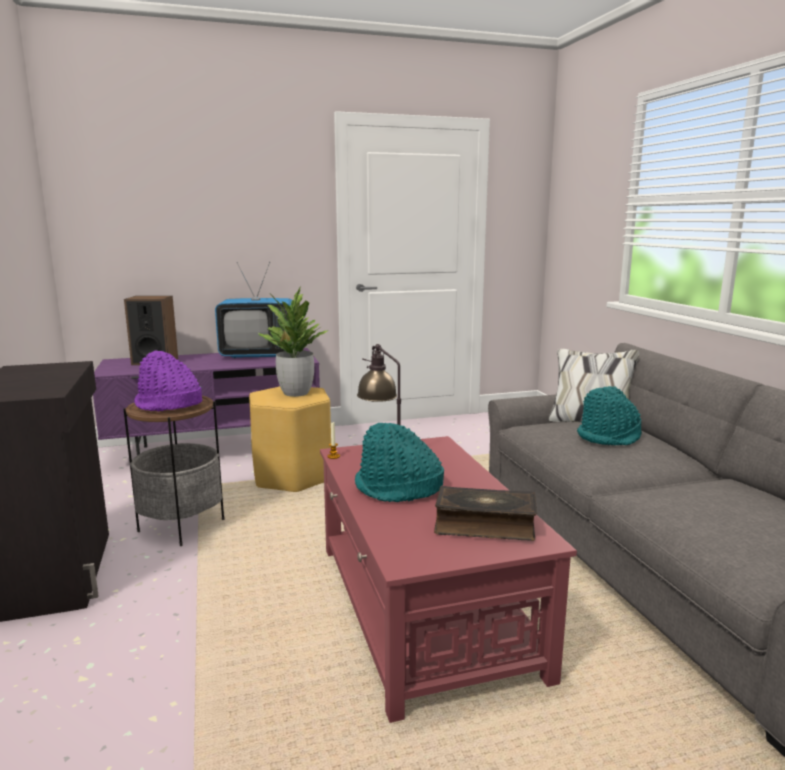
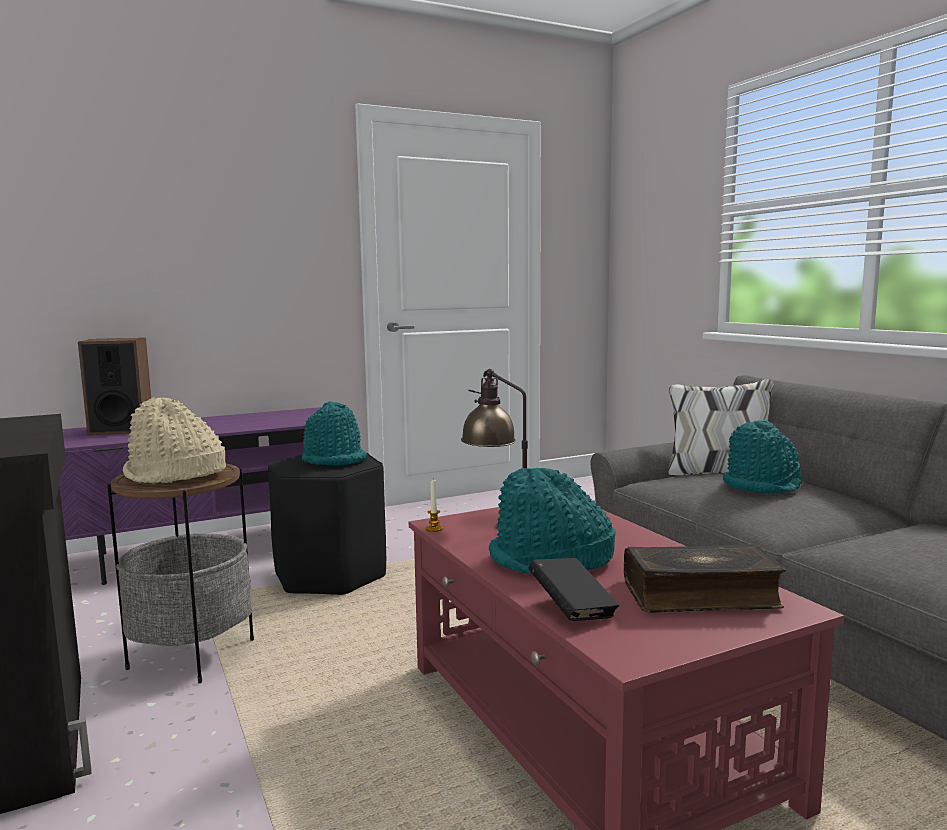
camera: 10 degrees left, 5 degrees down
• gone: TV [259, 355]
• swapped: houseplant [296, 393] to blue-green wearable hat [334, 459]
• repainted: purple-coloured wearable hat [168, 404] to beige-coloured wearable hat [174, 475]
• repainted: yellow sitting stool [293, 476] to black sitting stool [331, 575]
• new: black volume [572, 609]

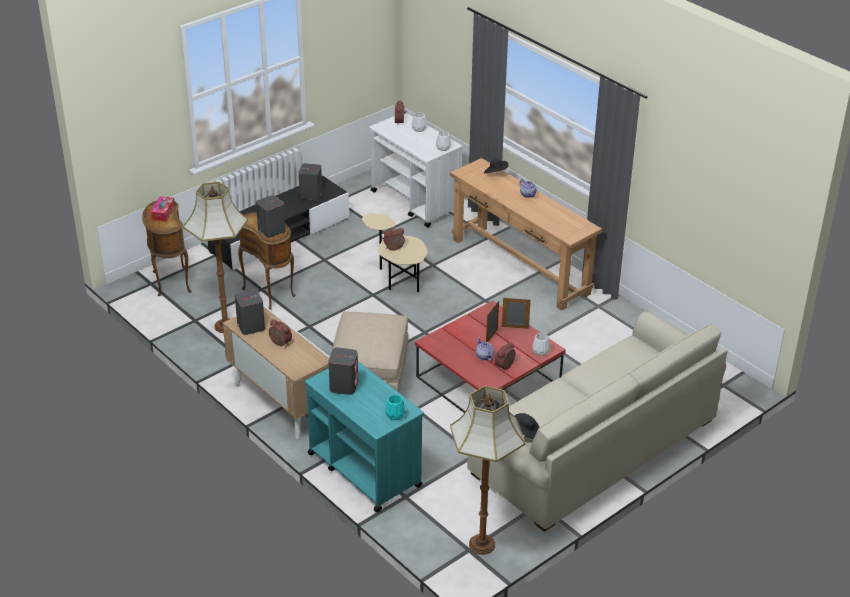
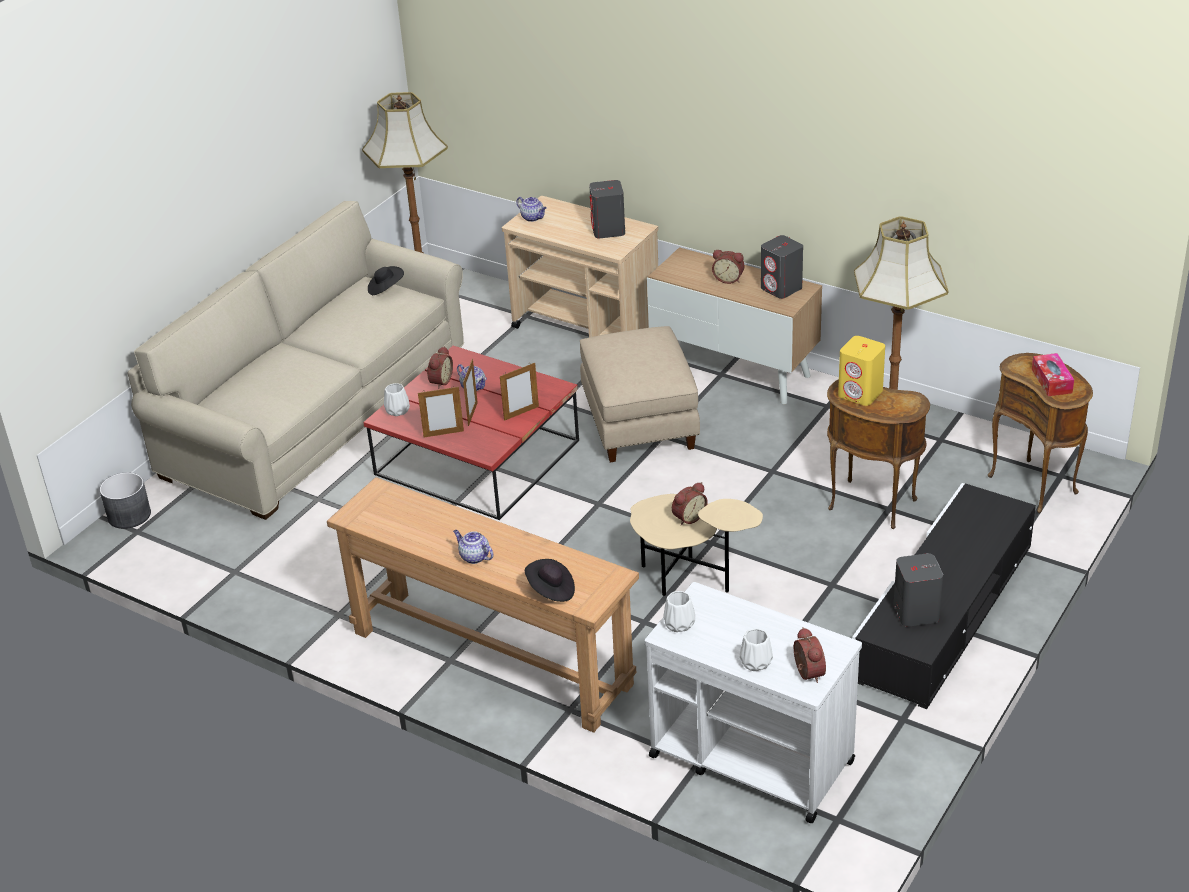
camera: 165 degrees right, 0 degrees up
• repainted: greyish audio speaker [271, 230] to yellow audio speaker [861, 393]
• repainted: blue-green wheeled cart [364, 469] to beige-coloured wheeled cart [587, 329]
• swapped: blue-green vase [394, 415] to tea pot [533, 217]
• new: photo frame [521, 413]
• new: greyish planter [129, 515]

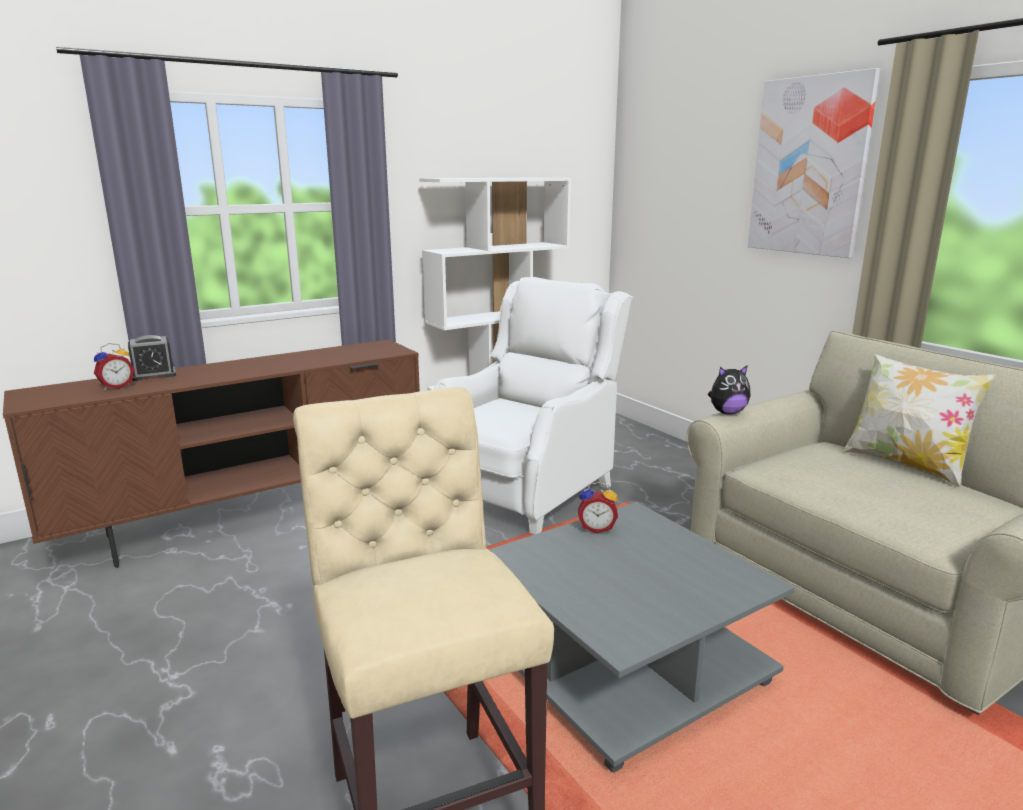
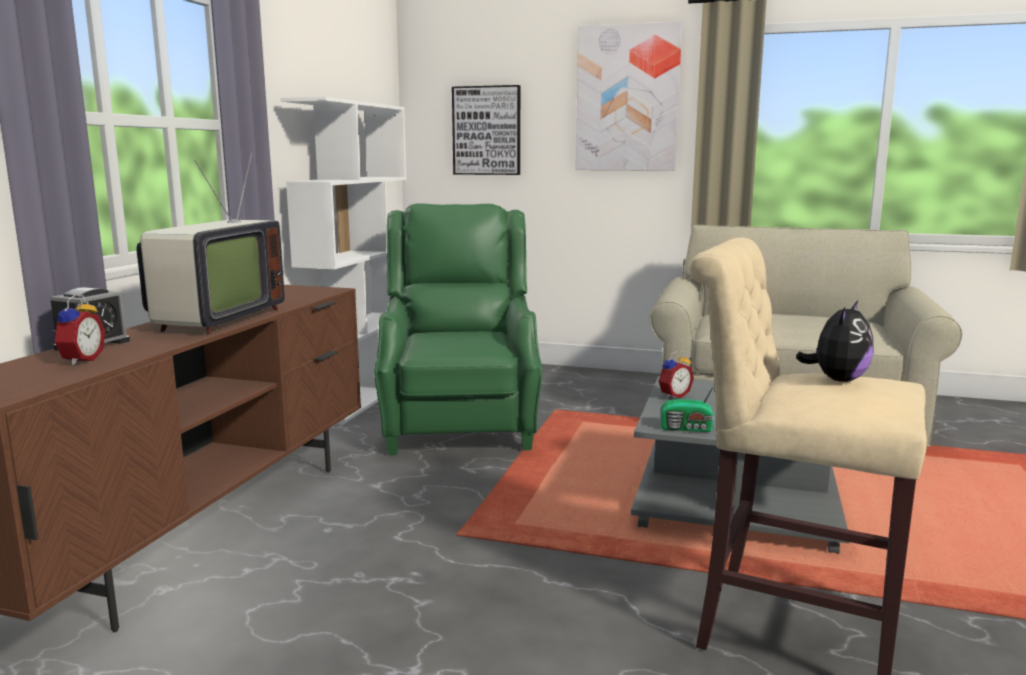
camera: 40 degrees left, 5 degrees down
• repainted: whitish easy chair [525, 490] to green-coloured easy chair [459, 425]
• gone: throw pillow [905, 464]
• shifted: soft toy [727, 413] to [837, 380]
• new: wall art [487, 130]
• new: TV [215, 320]
• new: radio [687, 428]

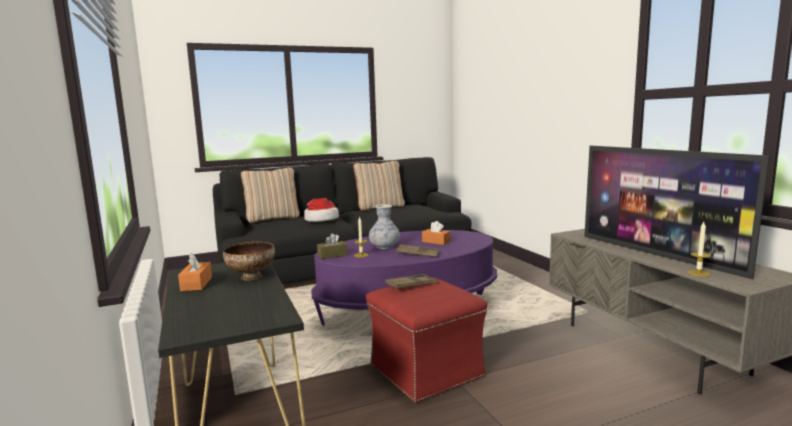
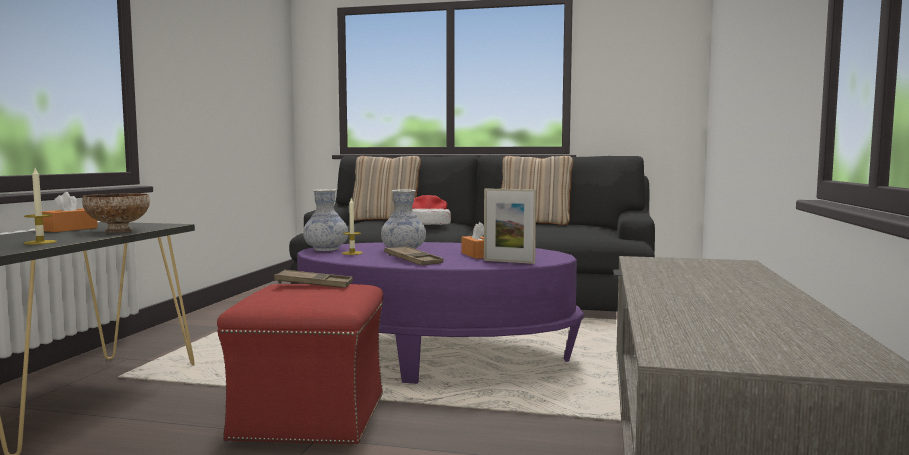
camera: 35 degrees right, 5 degrees down
• gone: TV [658, 255]
• shifted: wax candle [698, 273] to [40, 242]
• swapped: brown-coloured tissue holder [332, 255] to vase [326, 249]
• new: photo frame [509, 261]

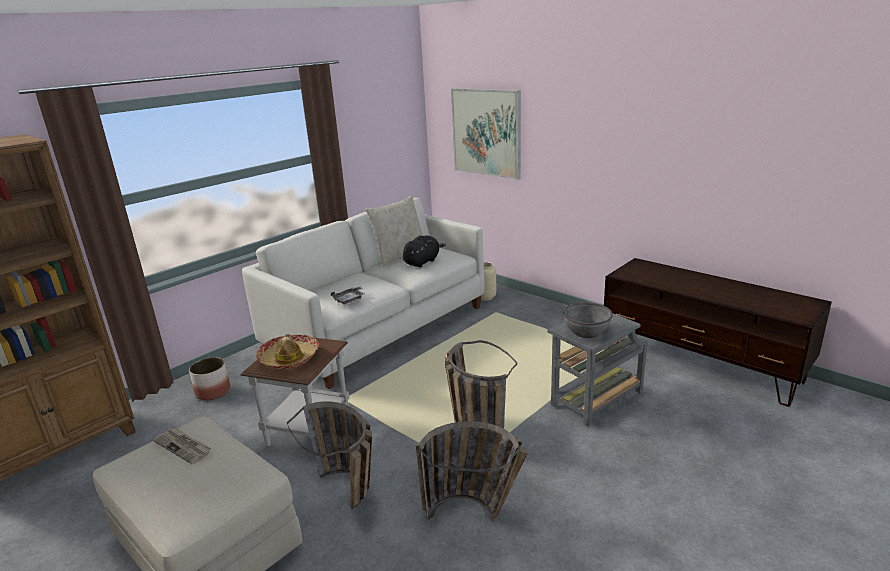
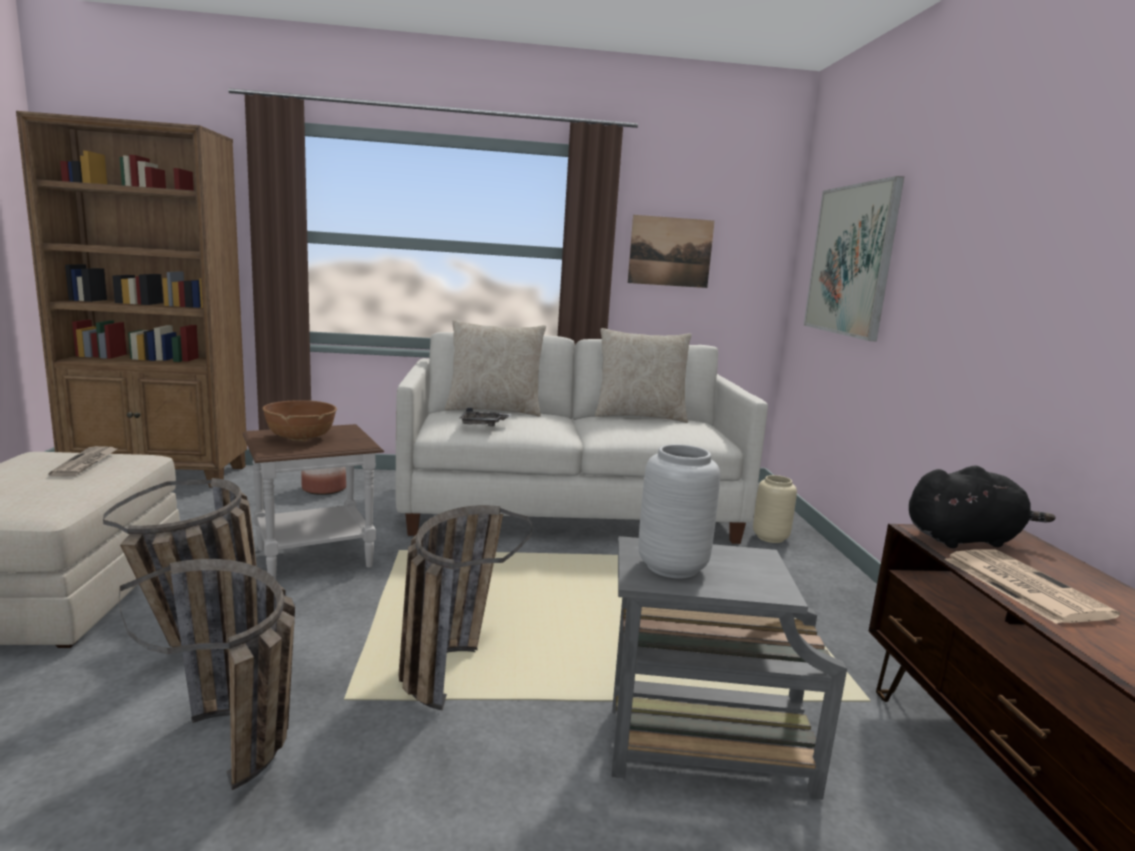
camera: 40 degrees right, 10 degrees down
• shifted: black soft toy [422, 262] to [965, 539]
• swapped: greyish bowl [586, 332] to greyish vase [671, 566]
• swapped: wearable hat [289, 358] to brown-coloured bowl [301, 438]
• new: wall art [670, 251]
• new: beige-coloured throw pillow [494, 410]
• new: daily paper [1021, 586]

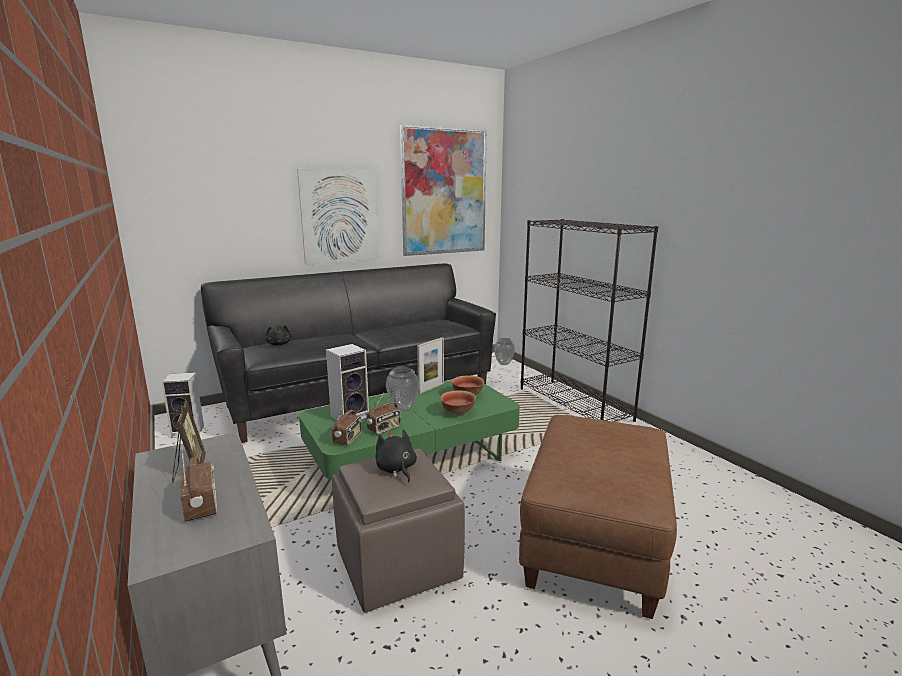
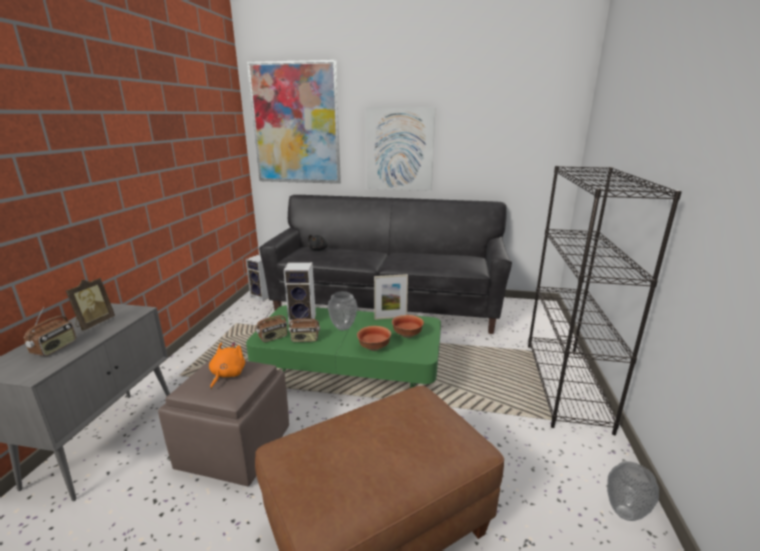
camera: 40 degrees right, 5 degrees up
• shifted: wall art [444, 192] to [296, 124]
• shifted: vase [504, 364] to [625, 513]
• repainted: black soft toy [396, 469] to orange-coloured soft toy [227, 375]

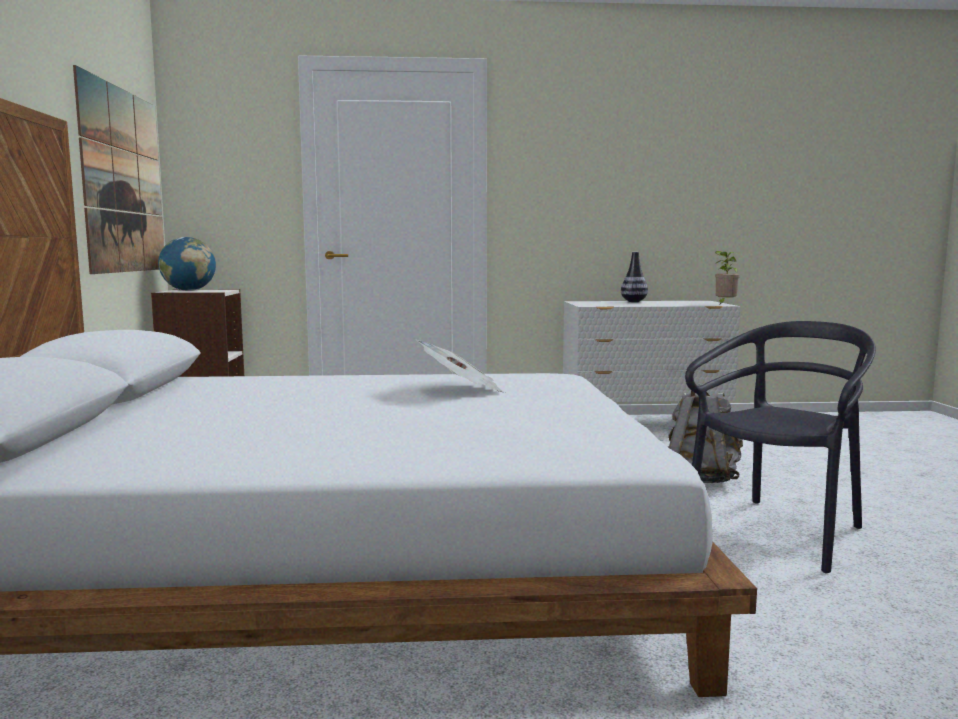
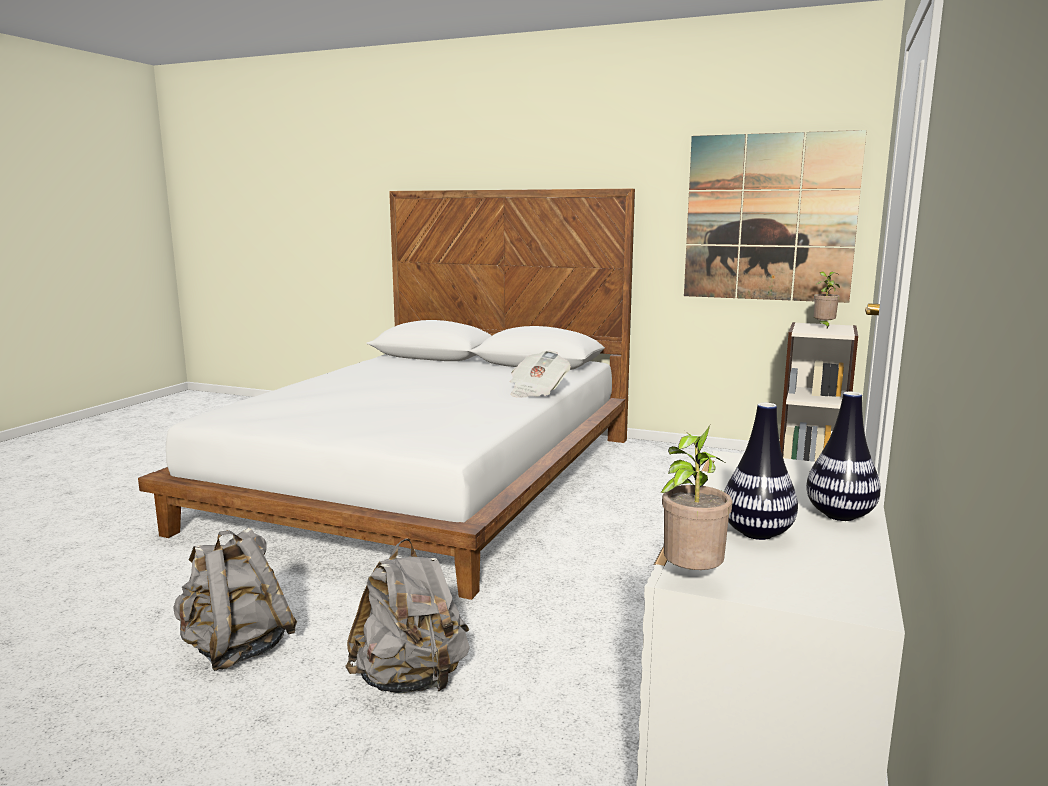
camera: 115 degrees right, 5 degrees up
• swapped: desk globe [189, 290] to houseplant [823, 327]
• swapped: black plain chair [778, 532] to greyish rucksack [237, 649]
• shifted: daily paper [461, 390] to [537, 391]
• new: vase [757, 533]

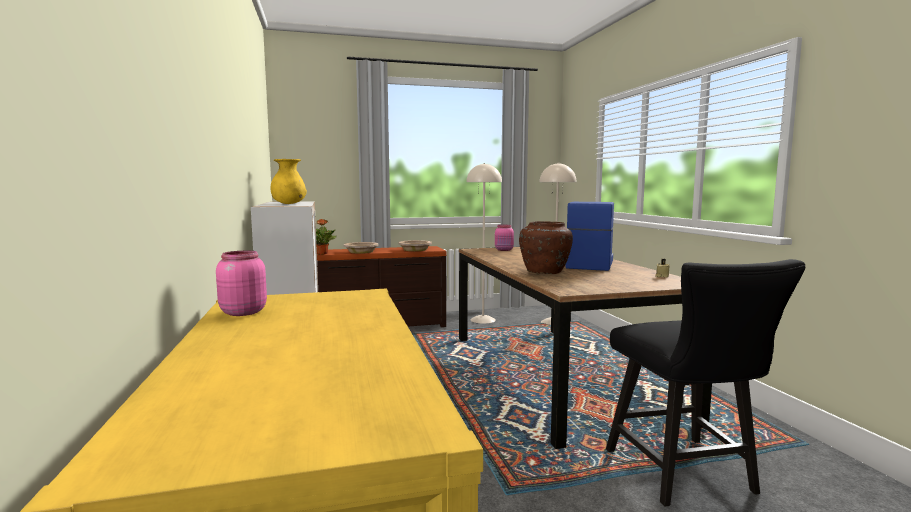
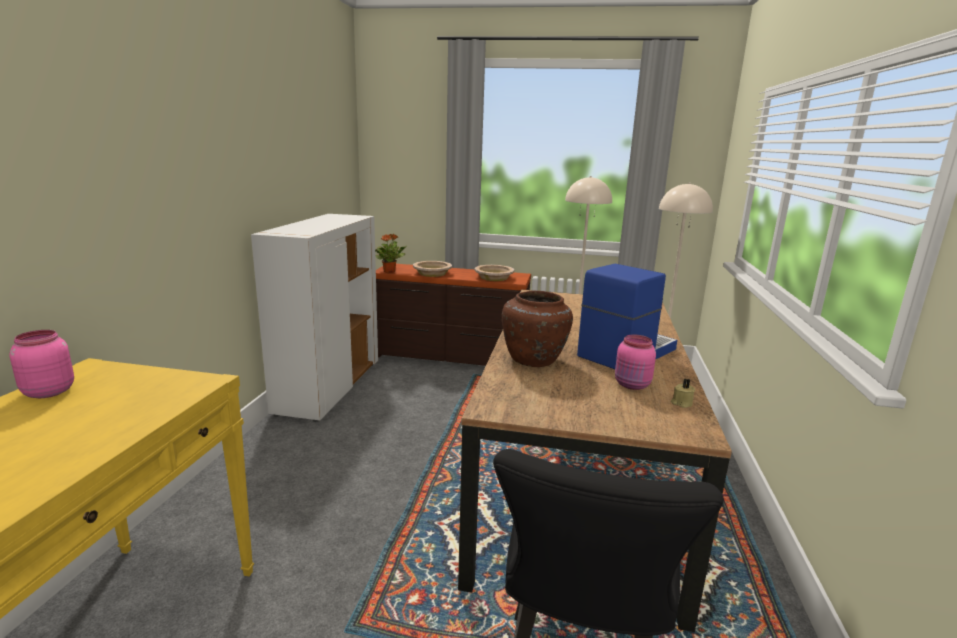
camera: 25 degrees right, 10 degrees up
• gone: yellow vase [289, 204]
• shifted: pink jar [504, 250] to [632, 385]

